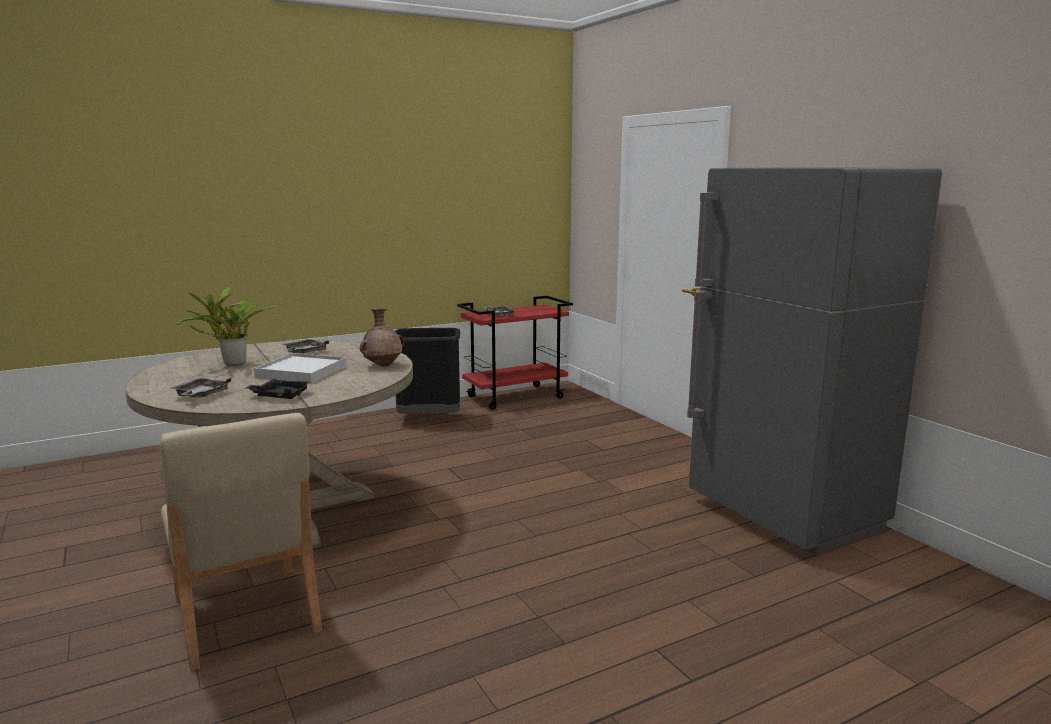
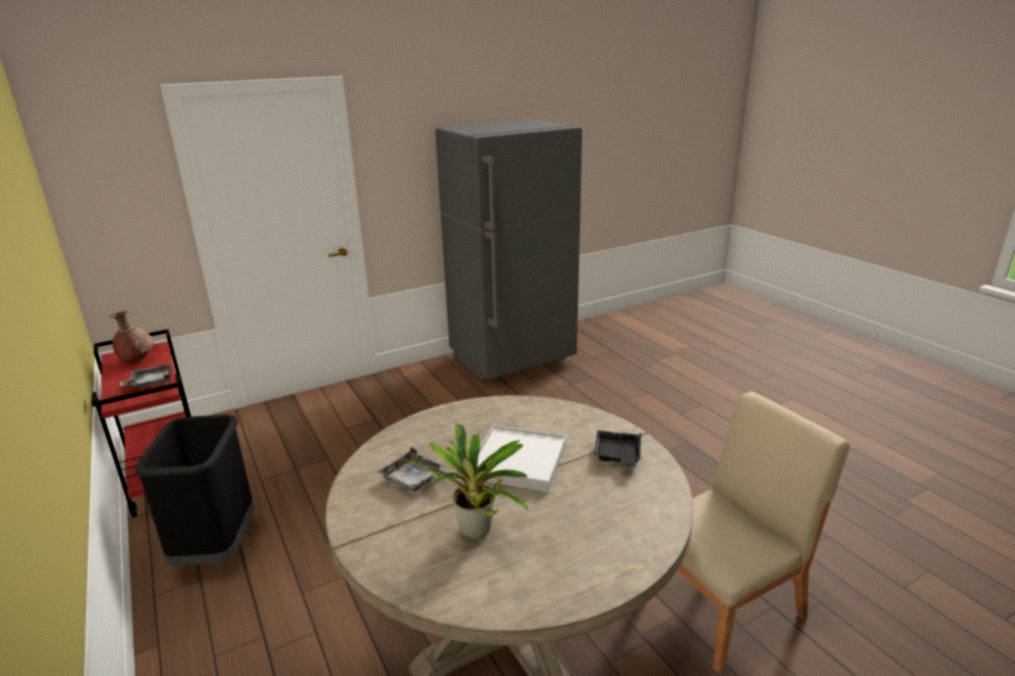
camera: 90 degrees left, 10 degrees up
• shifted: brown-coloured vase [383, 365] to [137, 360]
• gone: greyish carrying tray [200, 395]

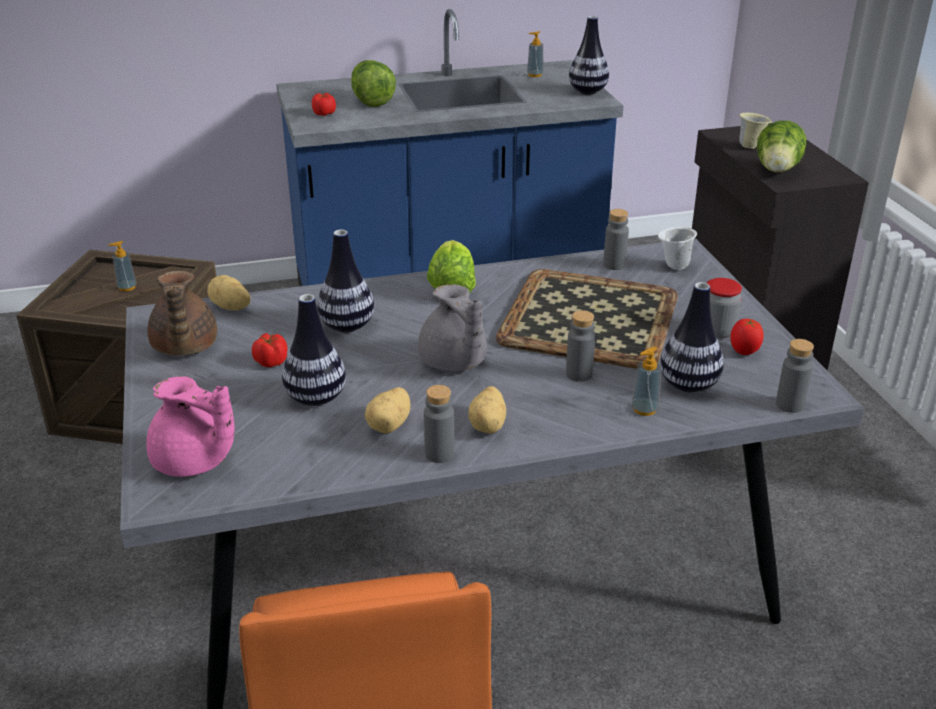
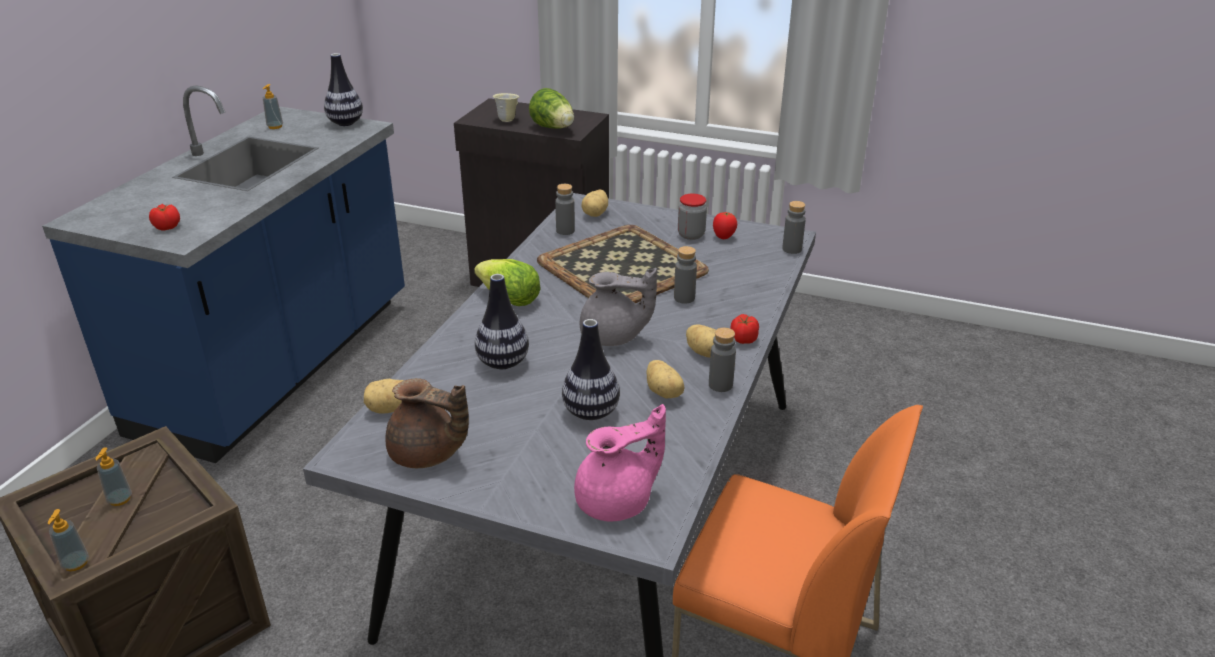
camera: 55 degrees left, 0 degrees up
• gone: head of lettuce [371, 101]
• swapped: whitish tea mug [673, 266] to spud [596, 214]
• gone: vase [688, 385]
• shifted: whole tomato [270, 362] to [743, 340]
• shifted: liquid soap bottle [644, 409] to [76, 563]

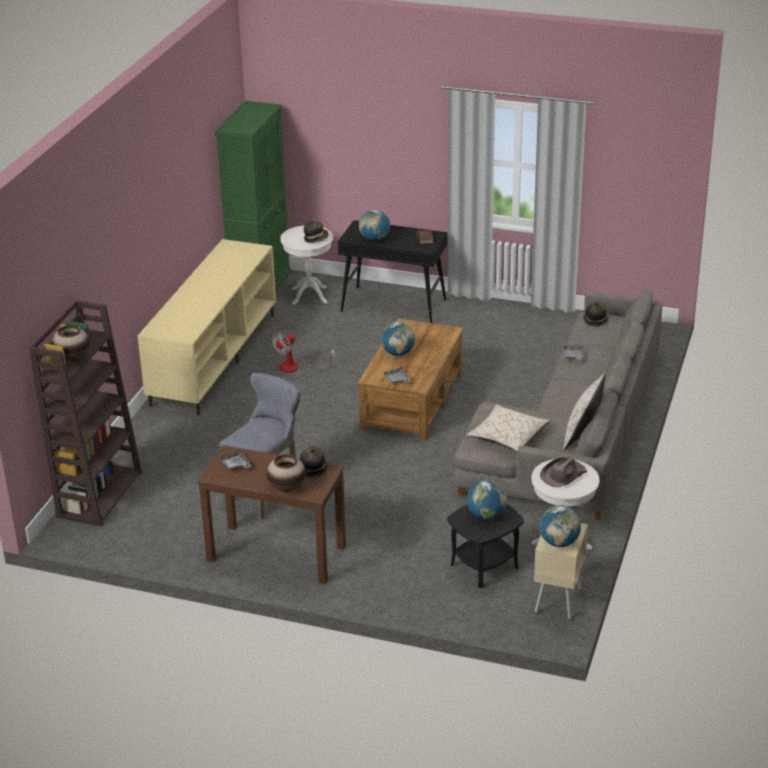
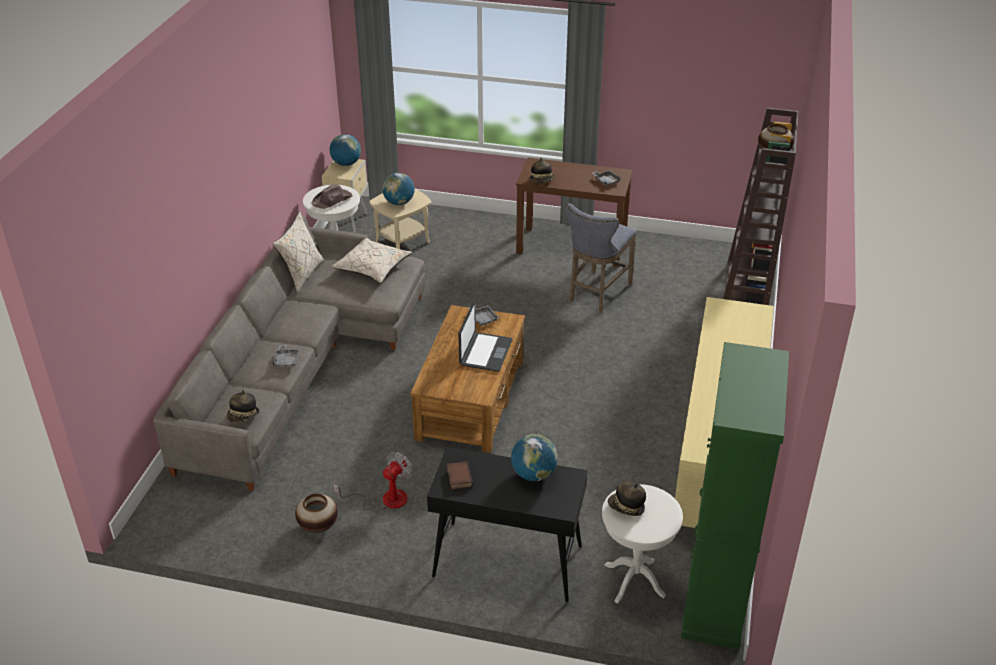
camera: 175 degrees right, 5 degrees up
• swapped: desk globe [398, 353] to laptop [485, 352]
• shifted: electric fan [296, 367] to [385, 499]
• shifted: vase [287, 487] to [318, 526]
• repainted: black side table [484, 566] to beige-coloured side table [402, 242]

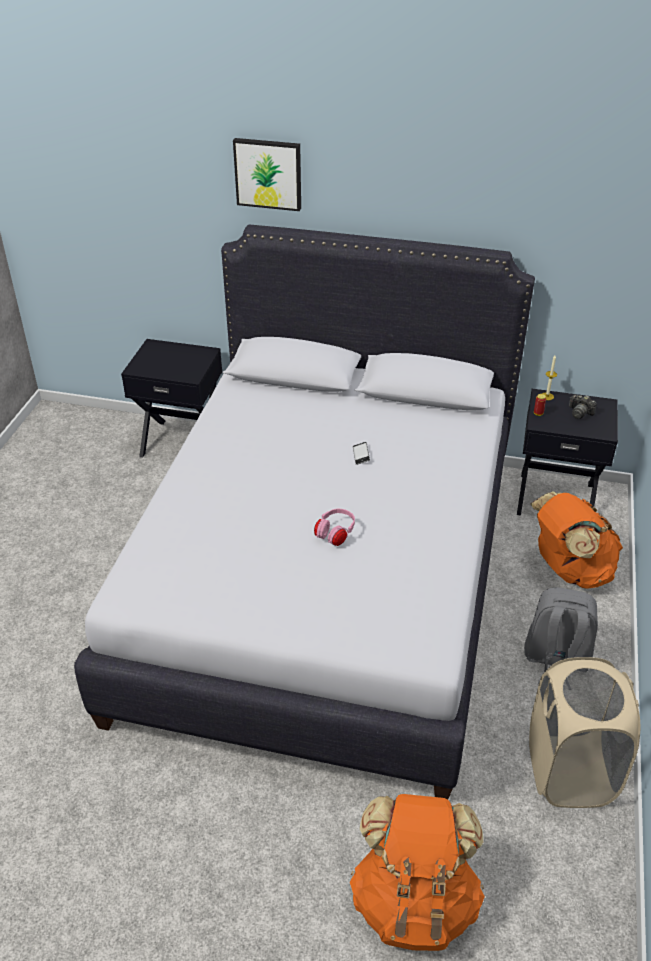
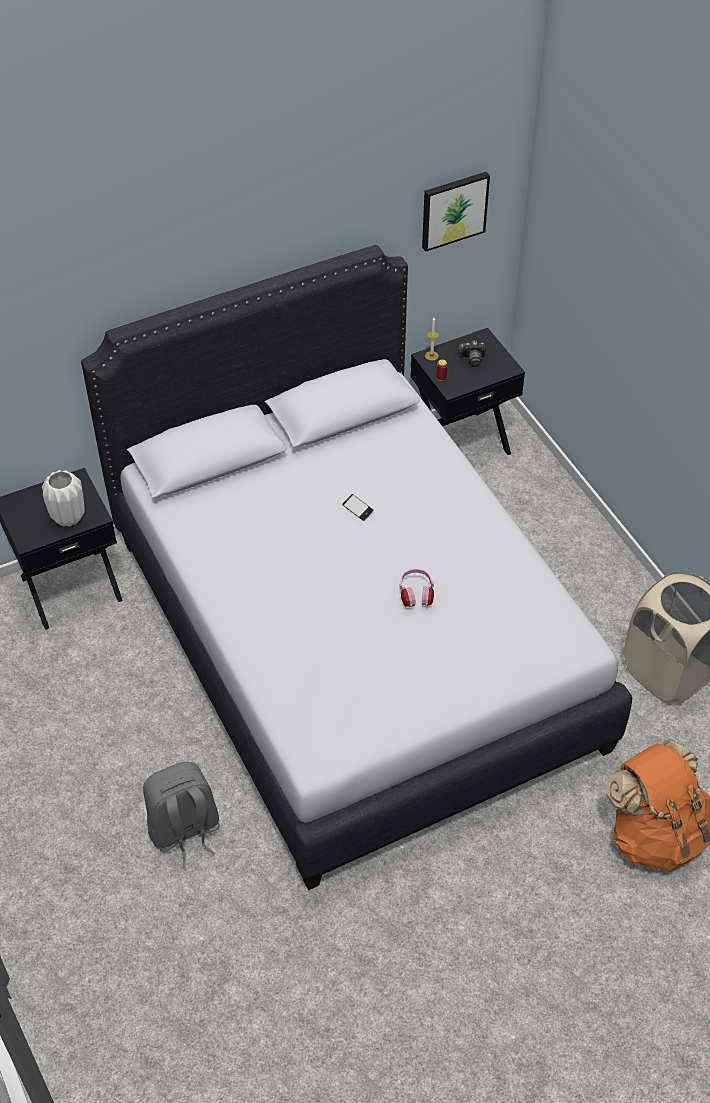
camera: 40 degrees left, 10 degrees up
• shifted: wall art [268, 173] to [453, 209]
• gone: orange-coloured rucksack [569, 569]
• shifted: greyish rucksack [555, 659] to [184, 831]
• new: whitish vase [69, 517]

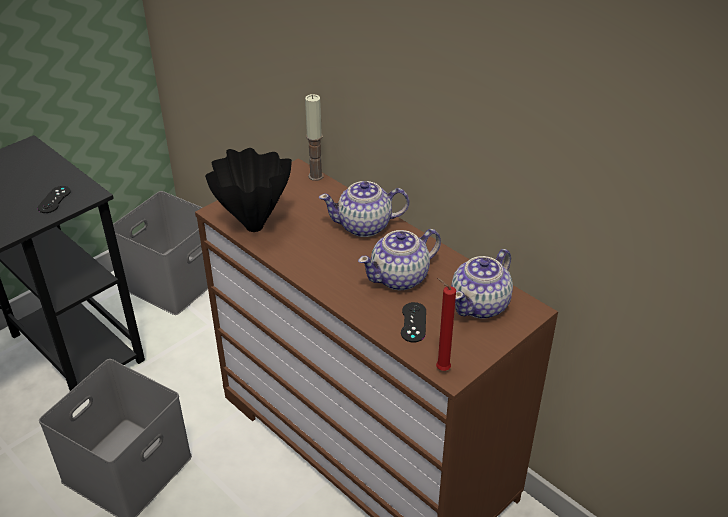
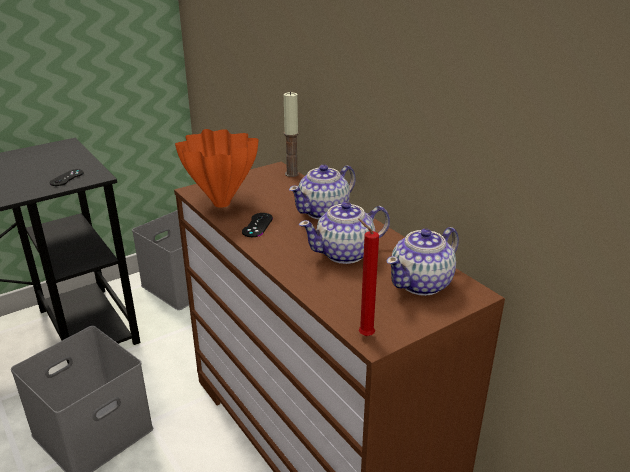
camera: 10 degrees right, 10 degrees down
• repainted: black vase [253, 227] to orange-coloured vase [220, 204]
• rotated: tea pot [365, 226] = [324, 212] 45 degrees counterclockwise
• shifted: black joypad [413, 322] to [257, 225]

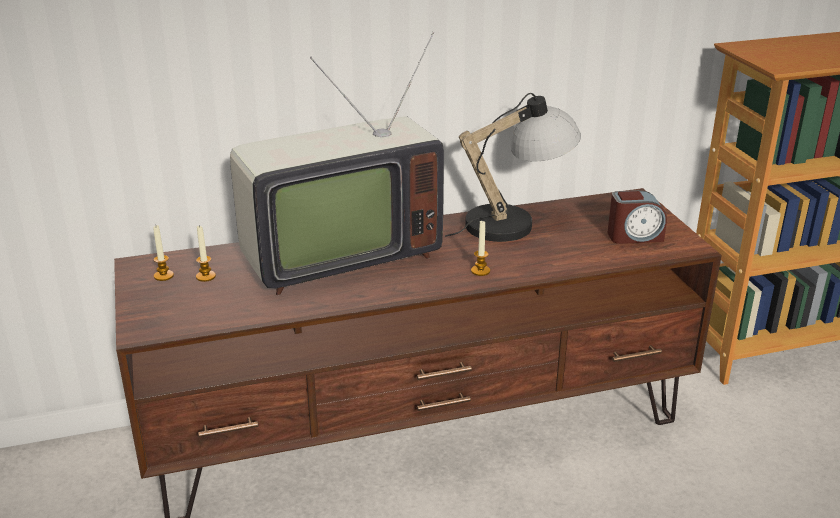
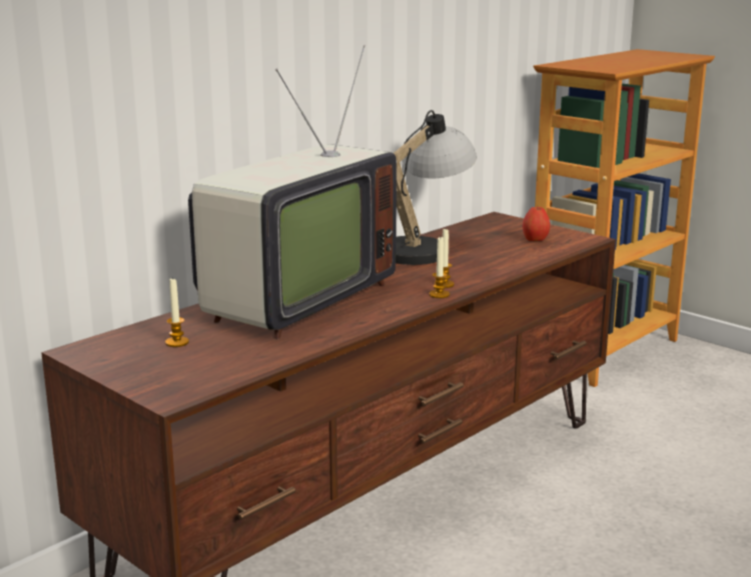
camera: 30 degrees left, 10 degrees down
• swapped: alarm clock [634, 236] to apple fruit [535, 240]
• shifted: wax candle [163, 276] to [439, 294]

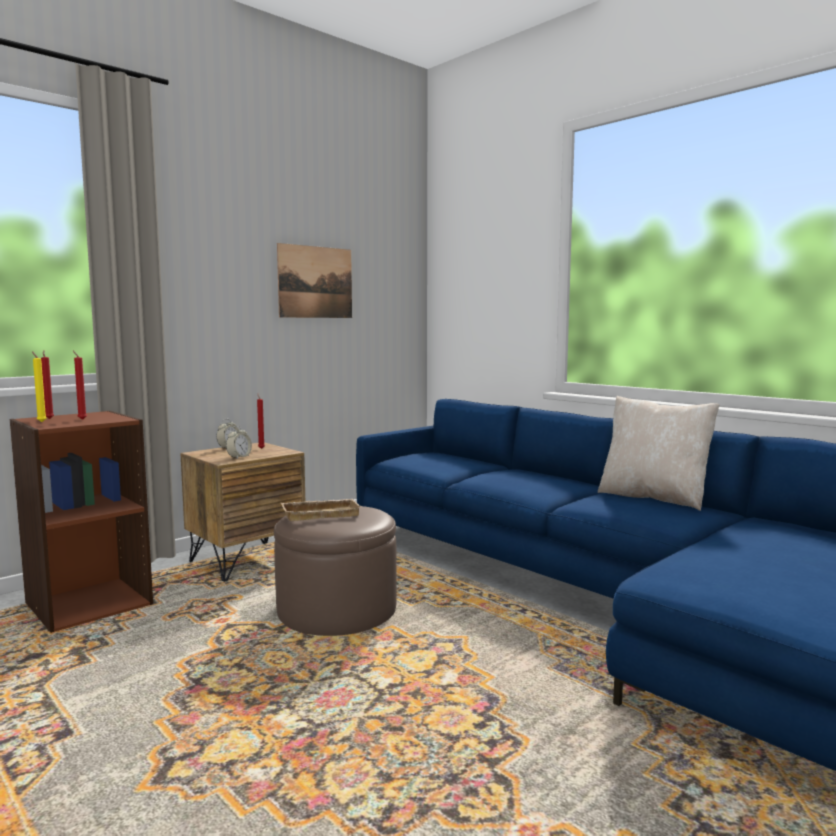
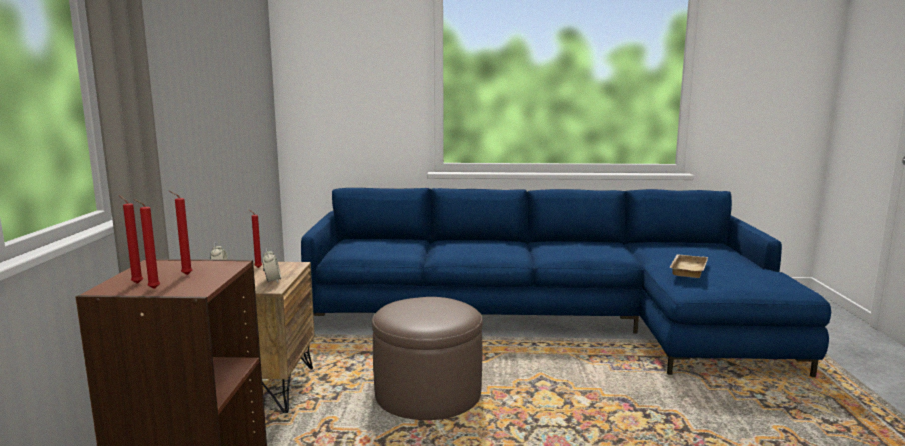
camera: 45 degrees left, 5 degrees up
• gone: wall art [315, 282]
• repainted: yellow wax candle [41, 422] to red-coloured wax candle [152, 289]
• gone: beige-coloured throw pillow [654, 498]
• shifted: beige-coloured carrying tray [321, 514] to [686, 269]

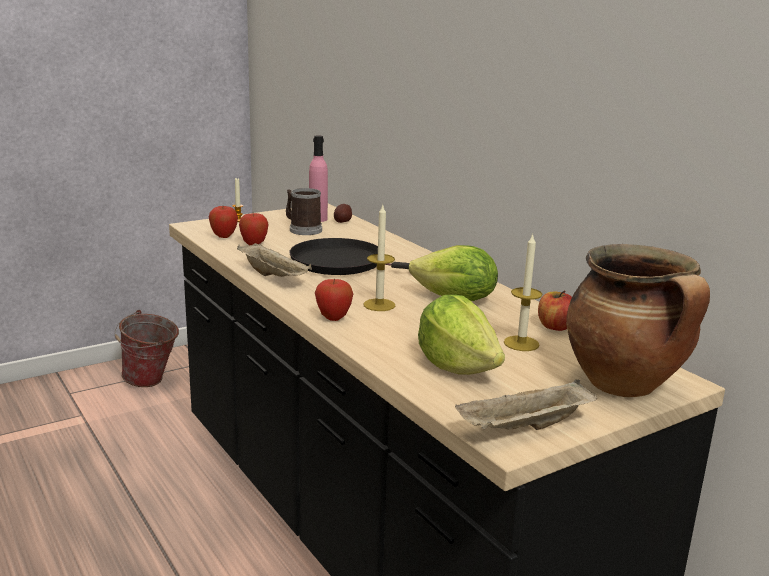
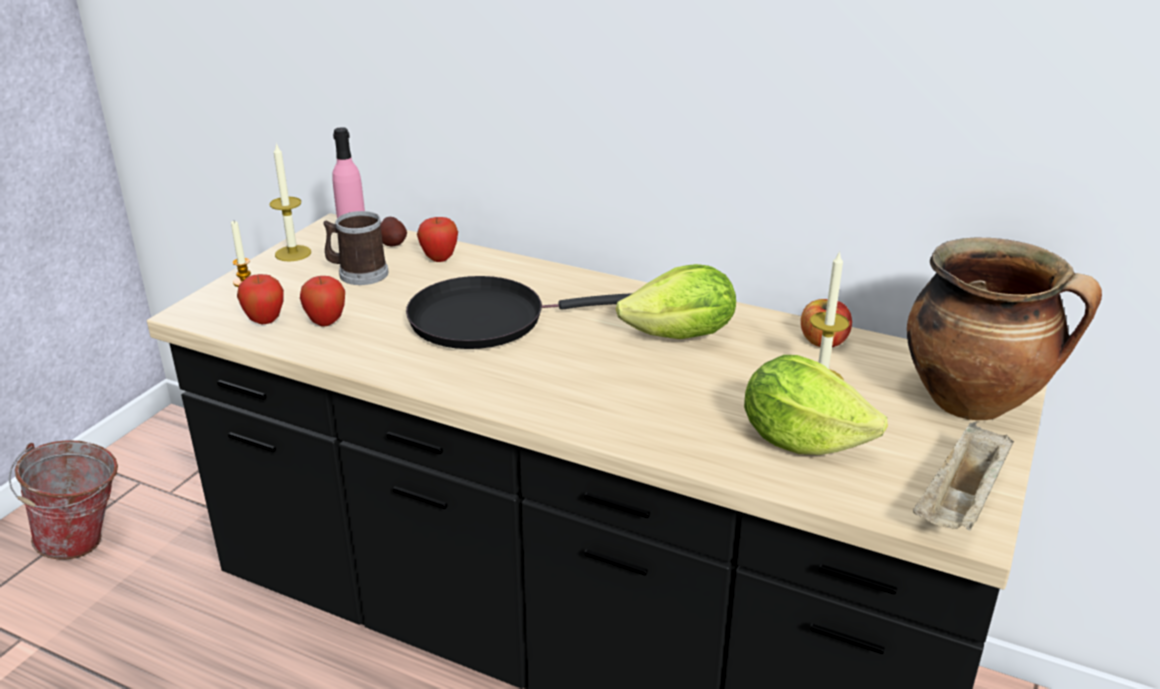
camera: 30 degrees left, 10 degrees up
• shifted: wax candle [379, 305] to [293, 253]
• gone: beige-coloured carrying tray [274, 276]
• shifted: apple fruit [333, 318] to [439, 259]

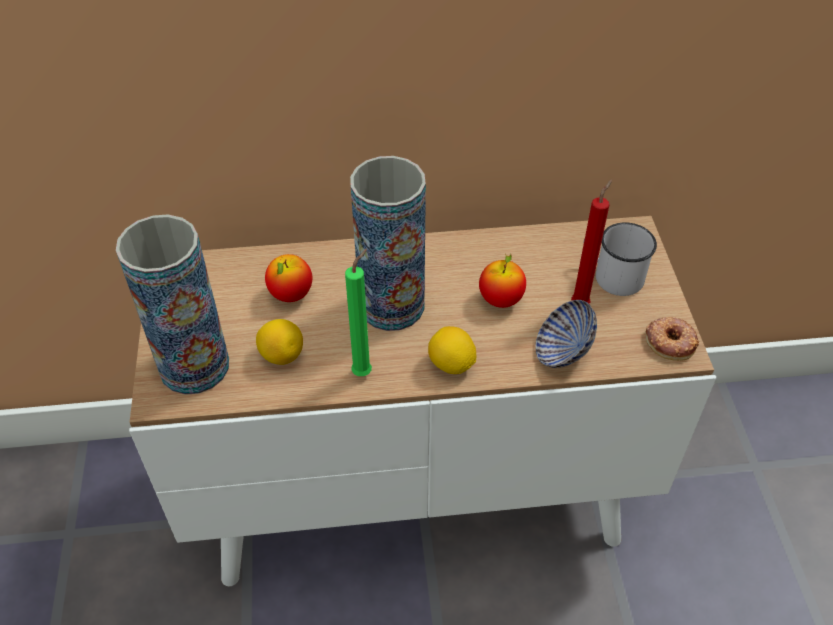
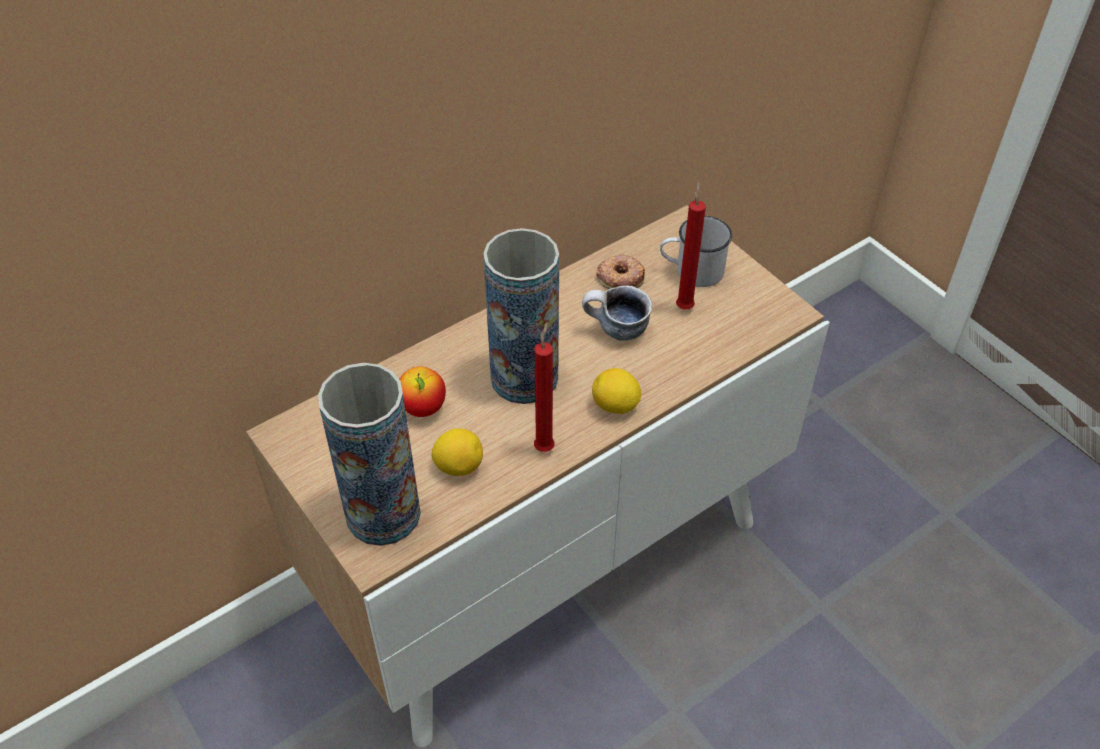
camera: 30 degrees left, 0 degrees up
• repainted: green-coloured wax candle [364, 371] to red-coloured wax candle [545, 446]
• swapped: apple fruit [501, 300] to tea mug [615, 331]
• gone: bowl [562, 352]
• shifted: ring doughnut [670, 341] to [620, 277]

